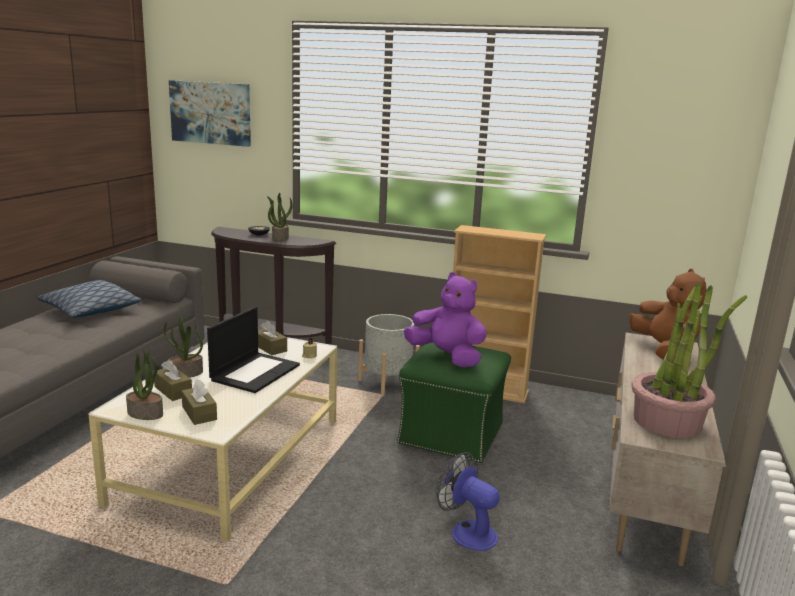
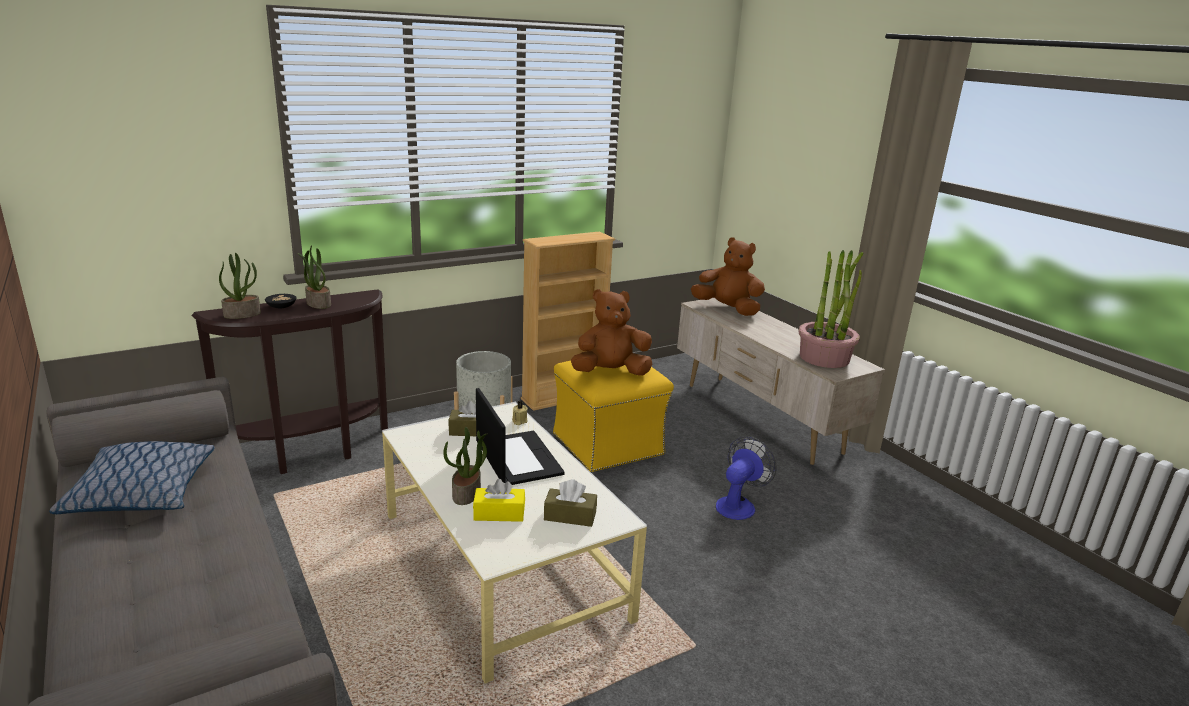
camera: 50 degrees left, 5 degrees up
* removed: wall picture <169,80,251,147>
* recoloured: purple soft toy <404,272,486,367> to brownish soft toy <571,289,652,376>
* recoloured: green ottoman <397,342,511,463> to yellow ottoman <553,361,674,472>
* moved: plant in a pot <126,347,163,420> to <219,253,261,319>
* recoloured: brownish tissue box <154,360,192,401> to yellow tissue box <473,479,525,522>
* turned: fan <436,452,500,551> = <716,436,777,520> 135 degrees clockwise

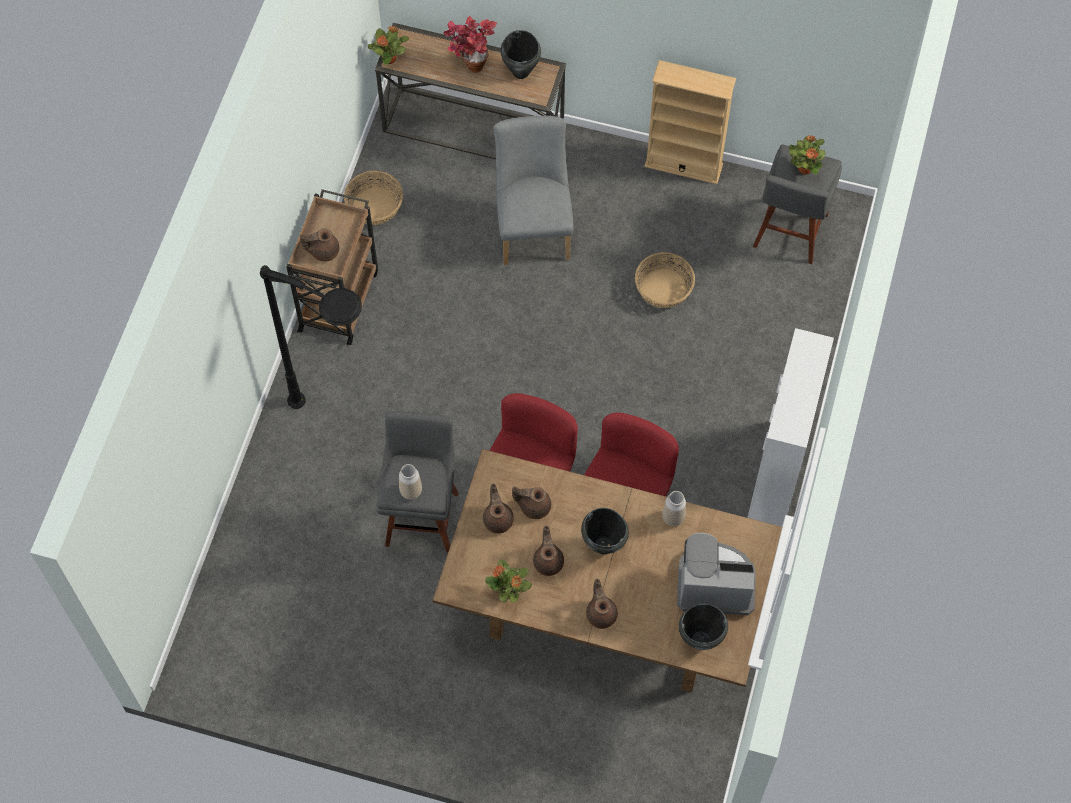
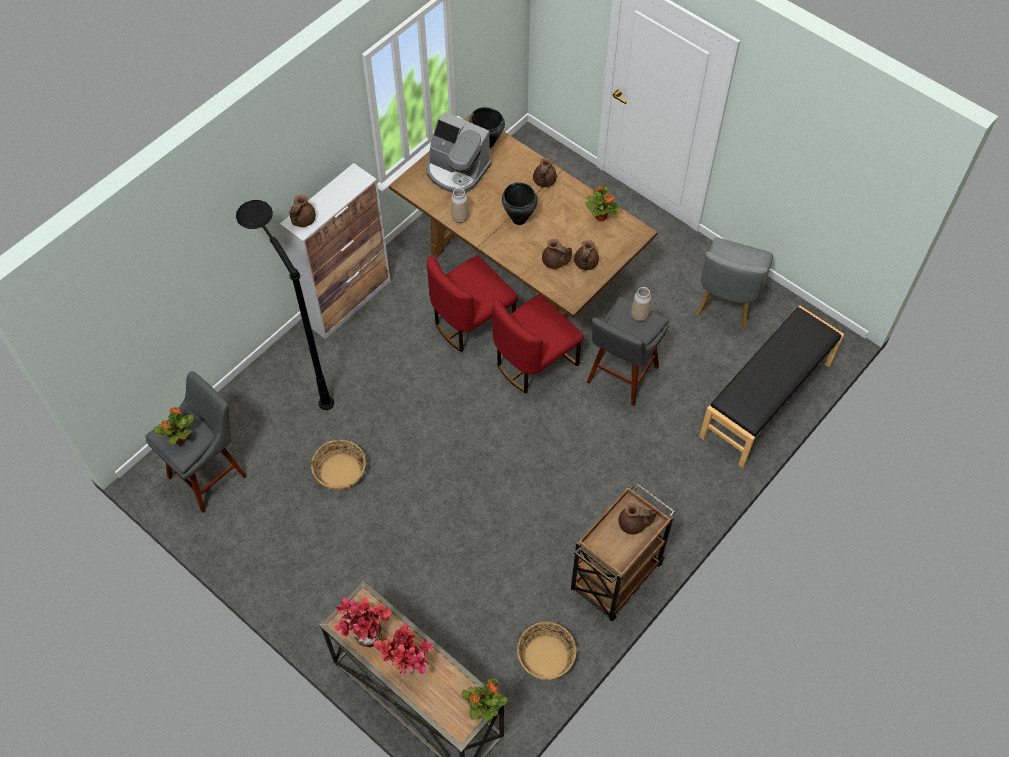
camera: 155 degrees left, 5 degrees down
* replaced: blackish stockpot <500,30,541,79> to plant in a pot <335,597,392,647>
* removed: beige-coloured shelving unit <645,60,736,184>
* moved: greyish upright chair <494,116,574,265> to <696,238,773,329>
* moved: blackish floor lamp <260,265,362,409> to <236,200,334,410>
* moved: brownish teapot <533,525,564,576> to <289,195,316,227>
* added: blackish long seat <699,305,844,468>

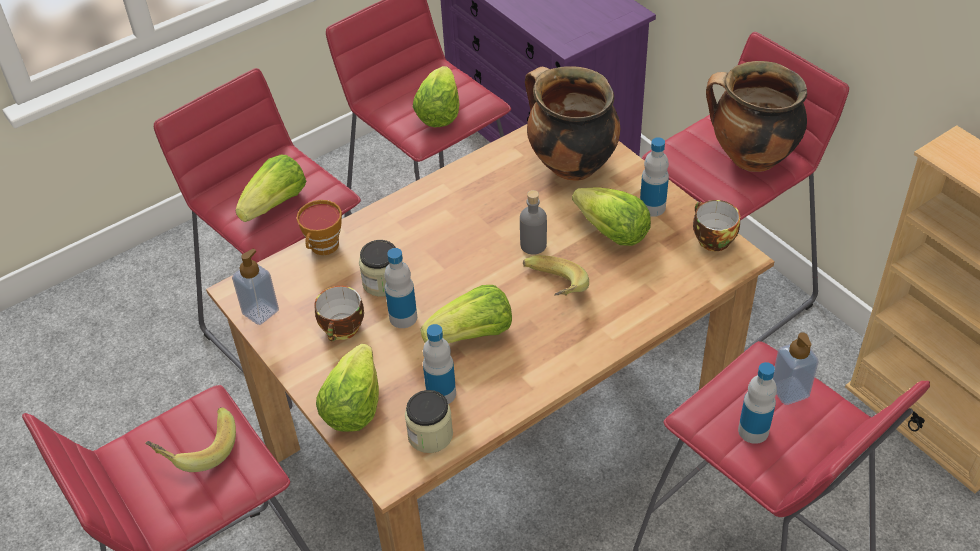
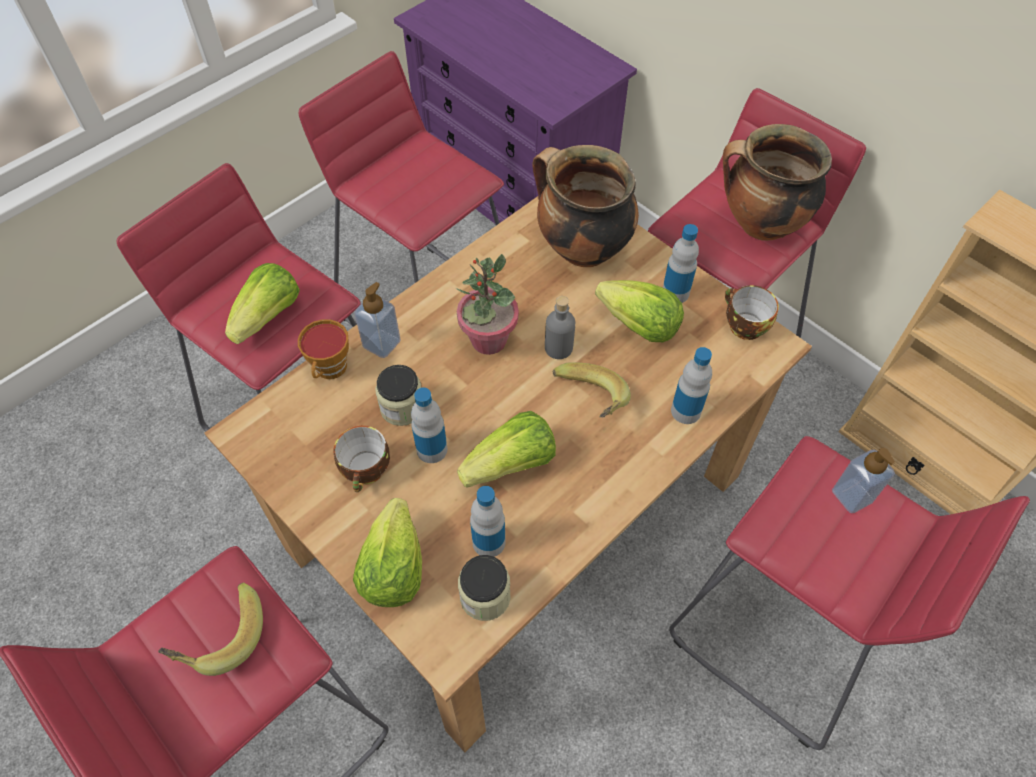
camera: 10 degrees left, 10 degrees up
* removed: lettuce <413,66,460,127>
* moved: liquid soap bottle <232,249,279,325> to <354,282,401,358>
* moved: bottle <738,362,777,444> to <671,347,712,424>
* added: plant in a pot <456,254,519,355>

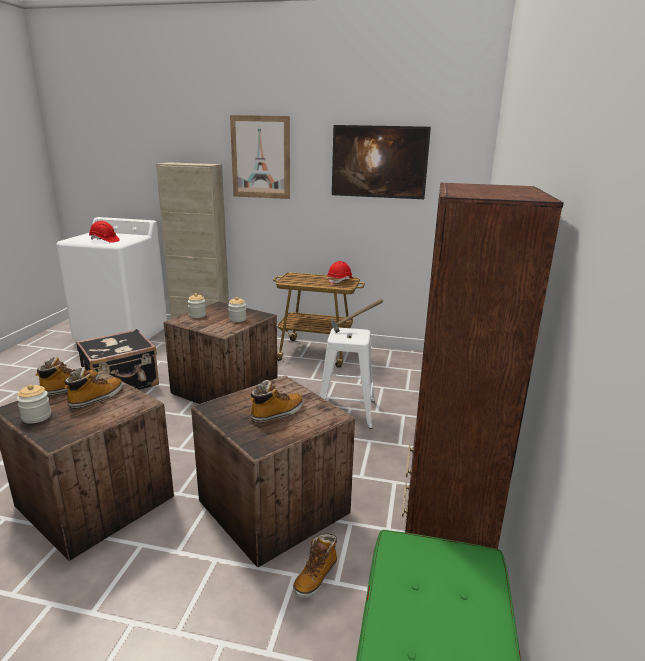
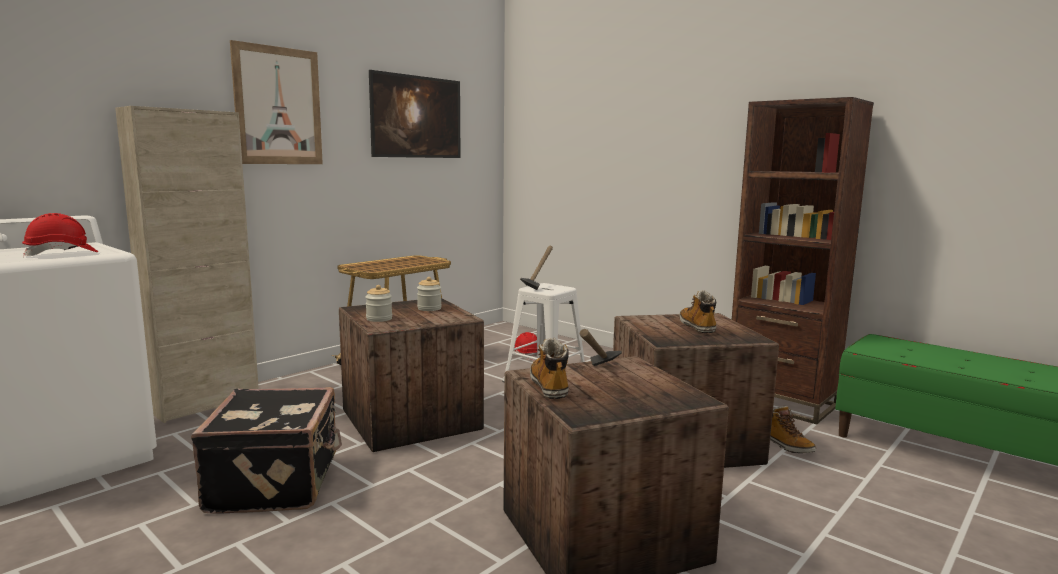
camera: 60 degrees left, 10 degrees down
* moved: red safety helmet <327,261,354,284> to <514,332,537,361>
* replaced: boot <64,367,123,409> to hand hammer <580,329,622,366>
* removed: jar <17,384,51,424>

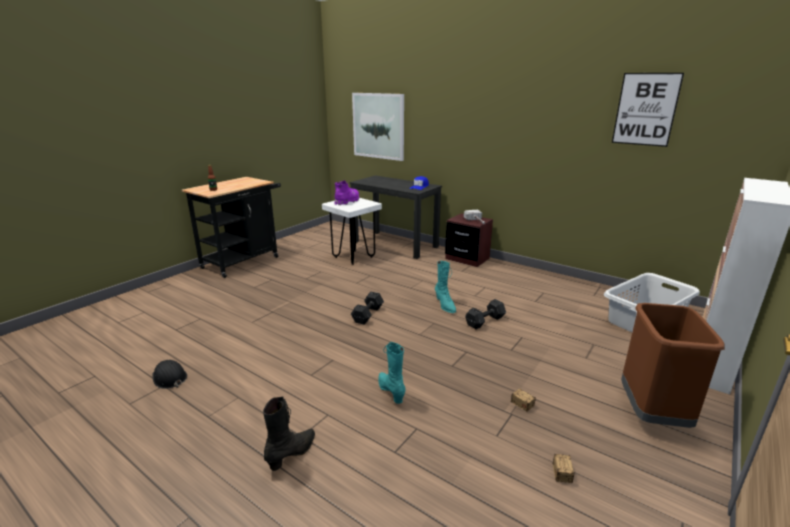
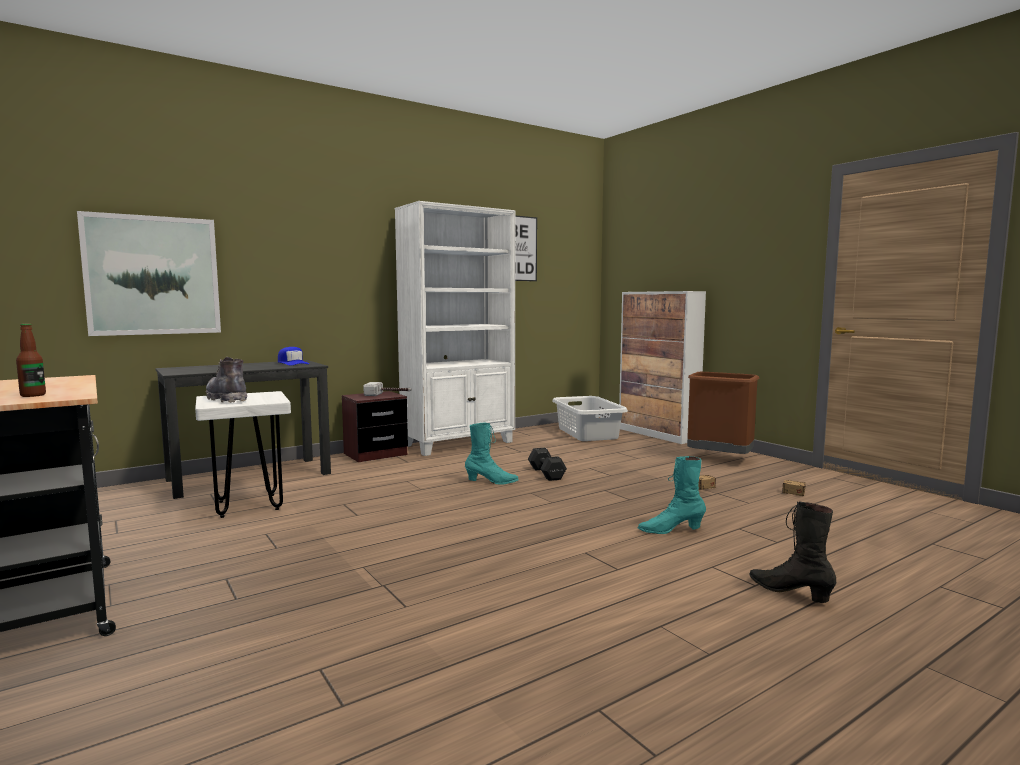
camera: 70 degrees left, 15 degrees down
* recoloured: purple boot <334,180,359,205> to greyish boot <206,357,247,403>
* removed: blackish free weight <351,292,384,325>
* removed: blackish safety helmet <152,360,187,389>
* added: white-coloured shelving unit <395,201,515,456>

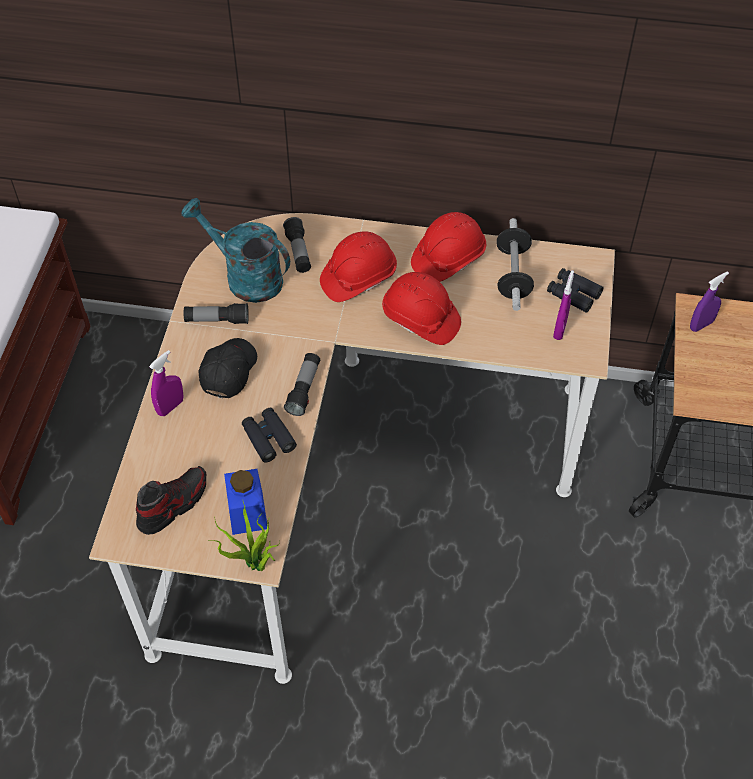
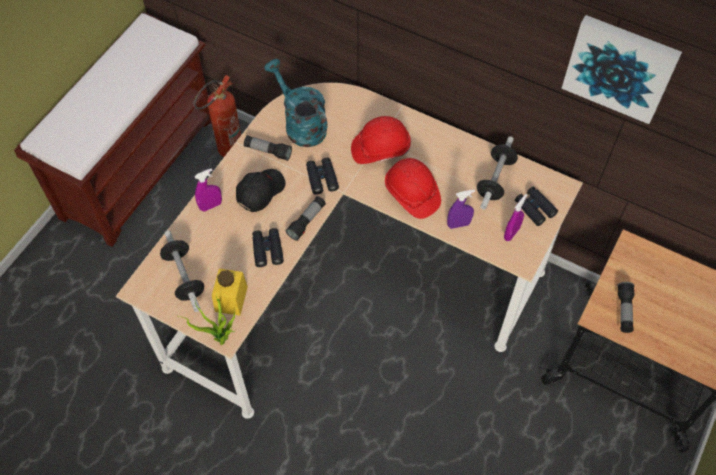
camera: 20 degrees right, 5 degrees up
* removed: red safety helmet <411,212,486,282>
* moved: torch <283,217,311,273> to <617,282,635,333>
* moved: purple hand sprayer <690,271,729,332> to <447,189,475,229>
* replaced: item of footwear <136,466,206,535> to free weight <160,230,204,312>
* recoloured: bluish jar <224,469,267,535> to yellow jar <212,269,248,316>
* added: wall picture <561,15,682,124>
* added: extinguisher <193,75,241,157>
* added: blackish field glasses <306,158,339,195>

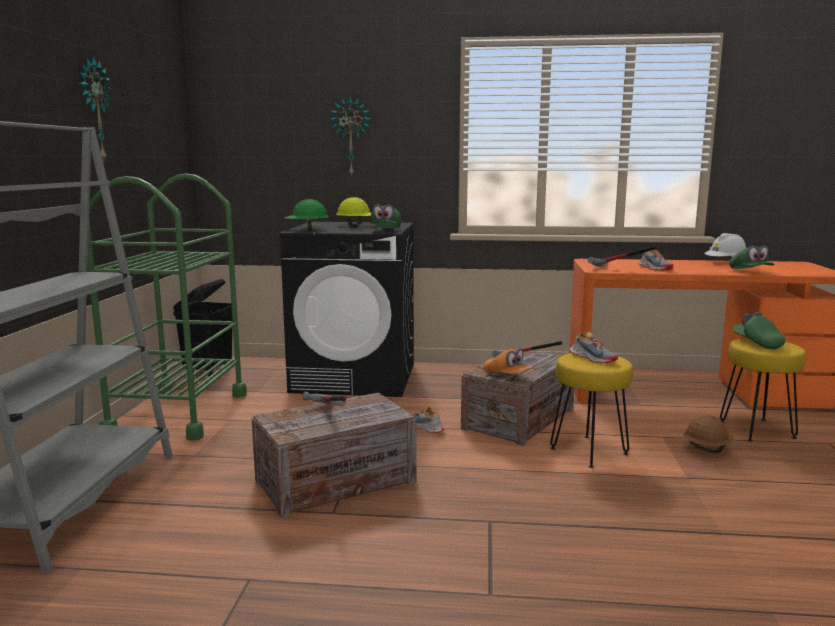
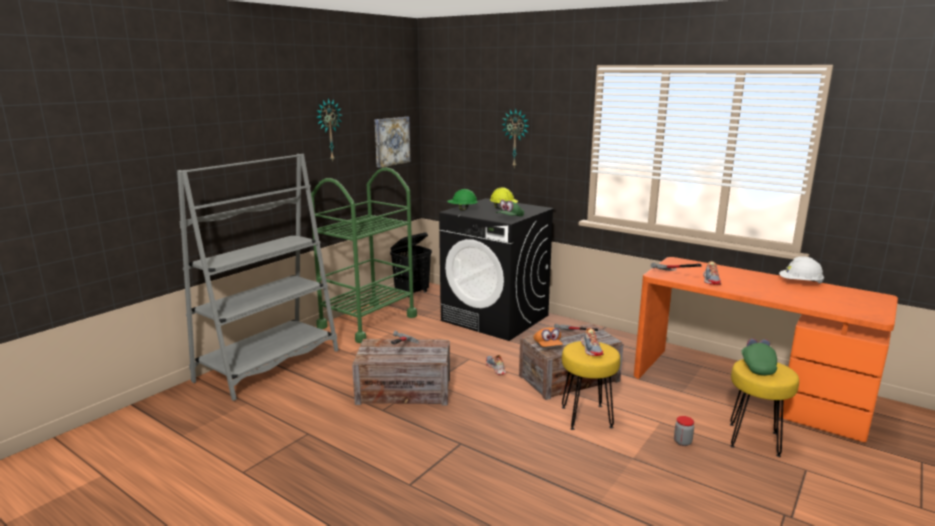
camera: 30 degrees right, 5 degrees up
* removed: green baseball cap <729,246,774,269>
* replaced: brownish safety helmet <684,415,734,453> to jar <674,416,694,446>
* added: wall picture <375,117,411,168>

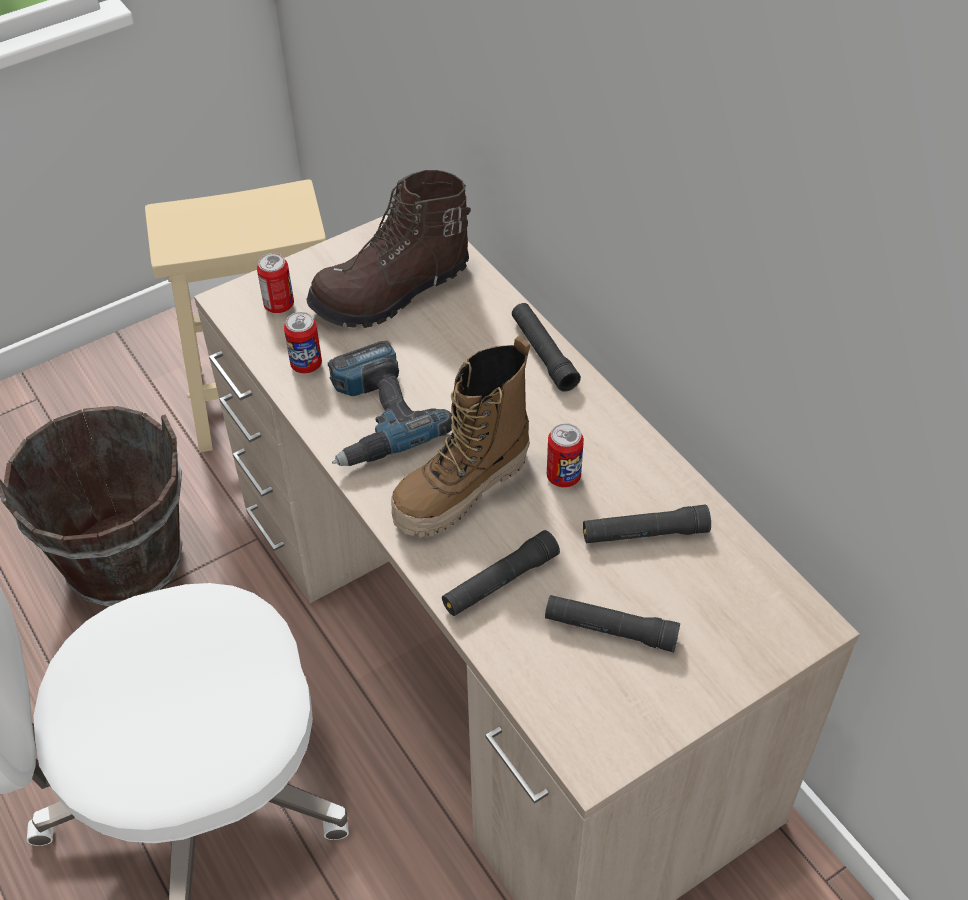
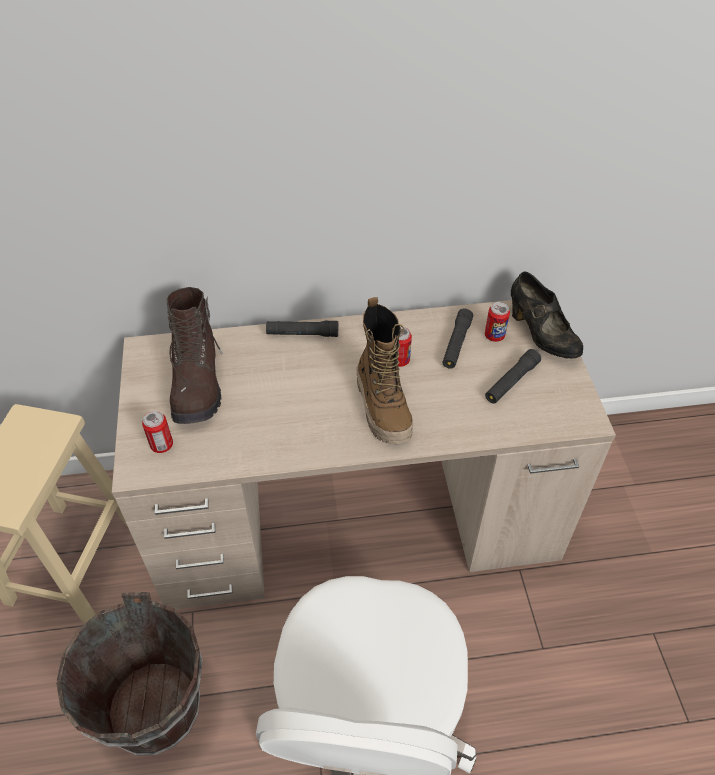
camera: 65 degrees left, 0 degrees up
* moved: can <284,312,322,374> to <485,302,510,342>
* removed: drill <327,340,452,466>
* removed: blackish torch <442,530,560,616>
* added: blackish item of footwear <511,272,583,359>

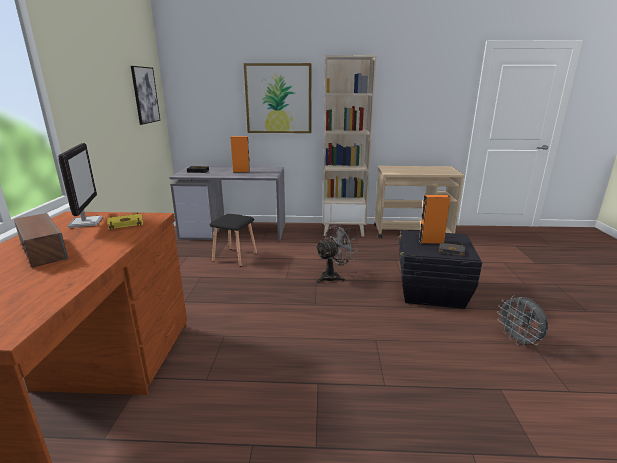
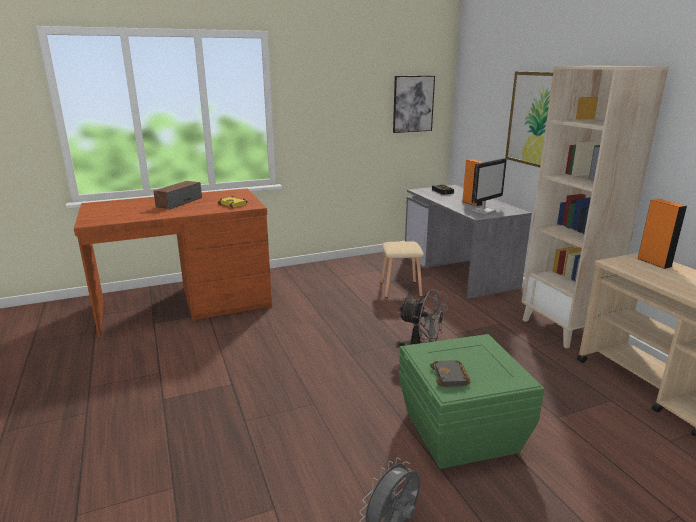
camera: 65 degrees right, 0 degrees up
* moved: computer display <58,143,103,228> to <472,158,507,214>
* moved: orange speaker <419,195,450,244> to <638,199,687,269>
* recoloured: blackish stool <210,214,257,267> to beige-coloured stool <381,241,424,298>
* recoloured: blackish storage bin <398,230,482,309> to green storage bin <399,334,545,469>

